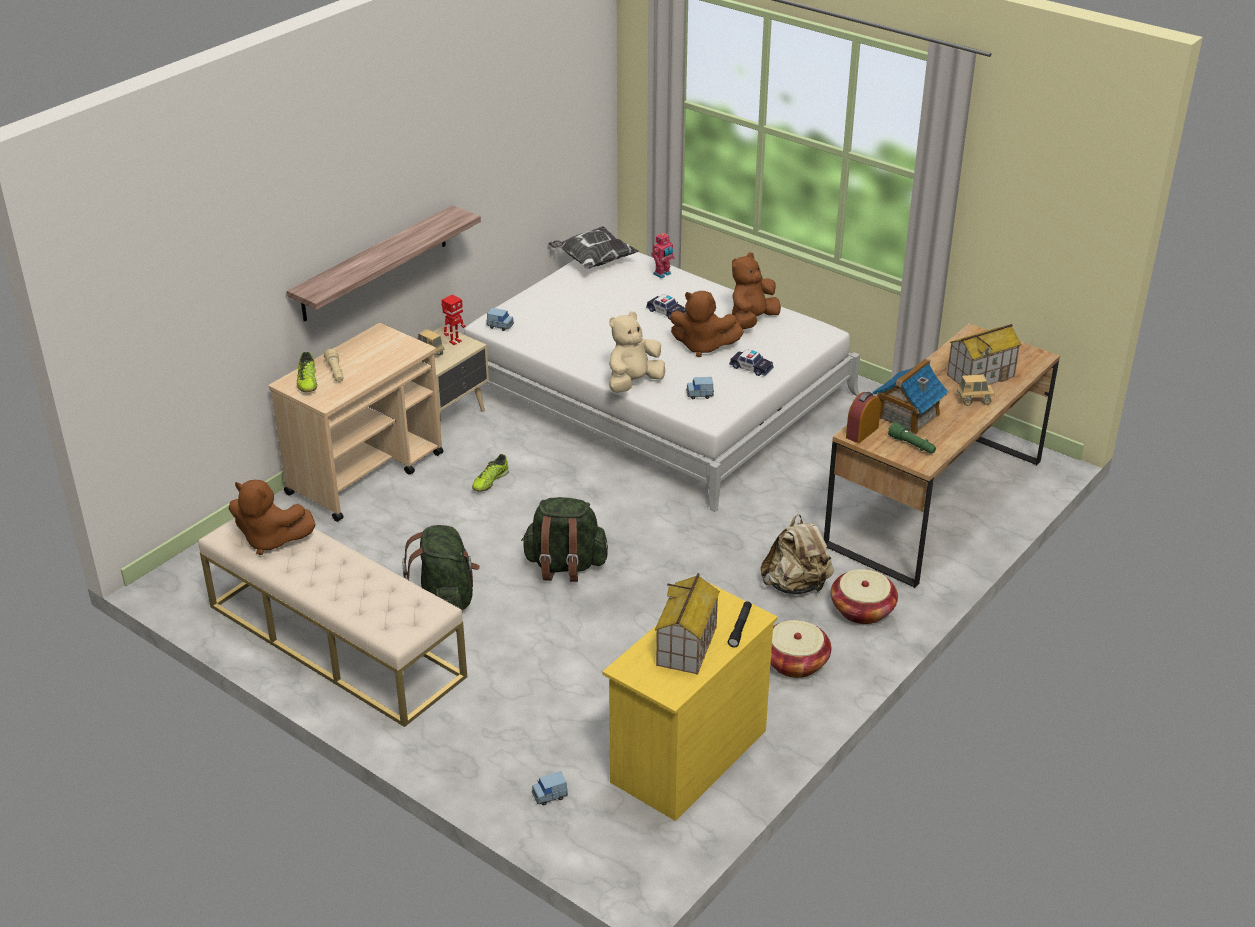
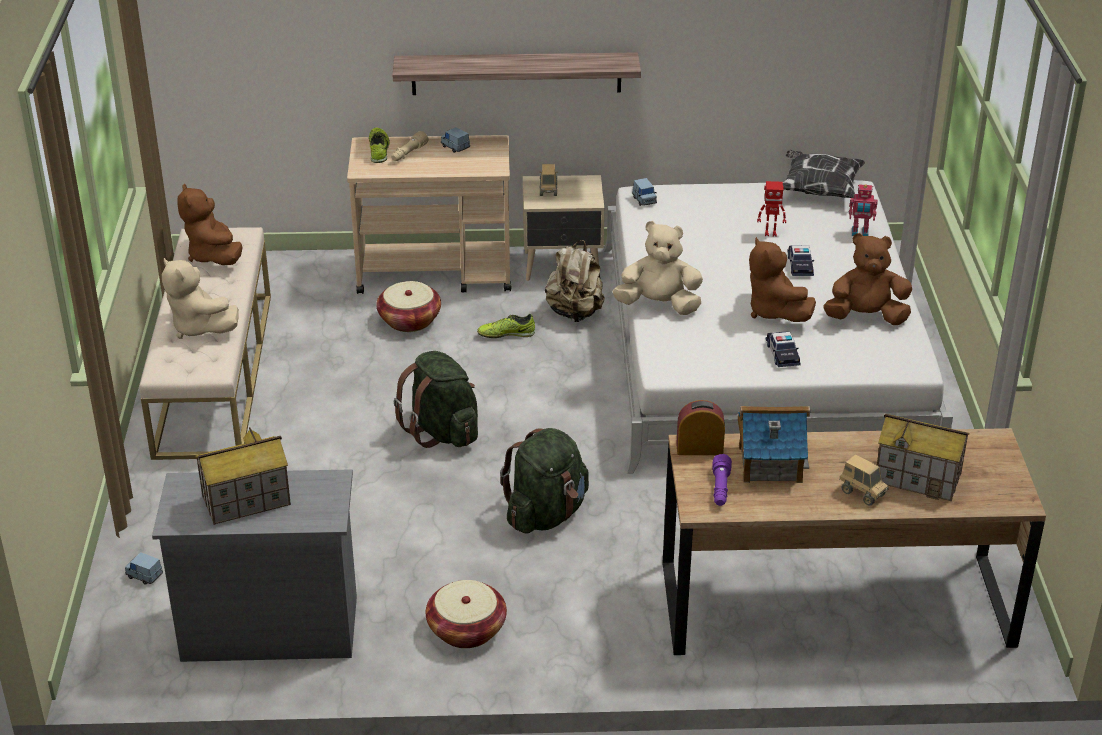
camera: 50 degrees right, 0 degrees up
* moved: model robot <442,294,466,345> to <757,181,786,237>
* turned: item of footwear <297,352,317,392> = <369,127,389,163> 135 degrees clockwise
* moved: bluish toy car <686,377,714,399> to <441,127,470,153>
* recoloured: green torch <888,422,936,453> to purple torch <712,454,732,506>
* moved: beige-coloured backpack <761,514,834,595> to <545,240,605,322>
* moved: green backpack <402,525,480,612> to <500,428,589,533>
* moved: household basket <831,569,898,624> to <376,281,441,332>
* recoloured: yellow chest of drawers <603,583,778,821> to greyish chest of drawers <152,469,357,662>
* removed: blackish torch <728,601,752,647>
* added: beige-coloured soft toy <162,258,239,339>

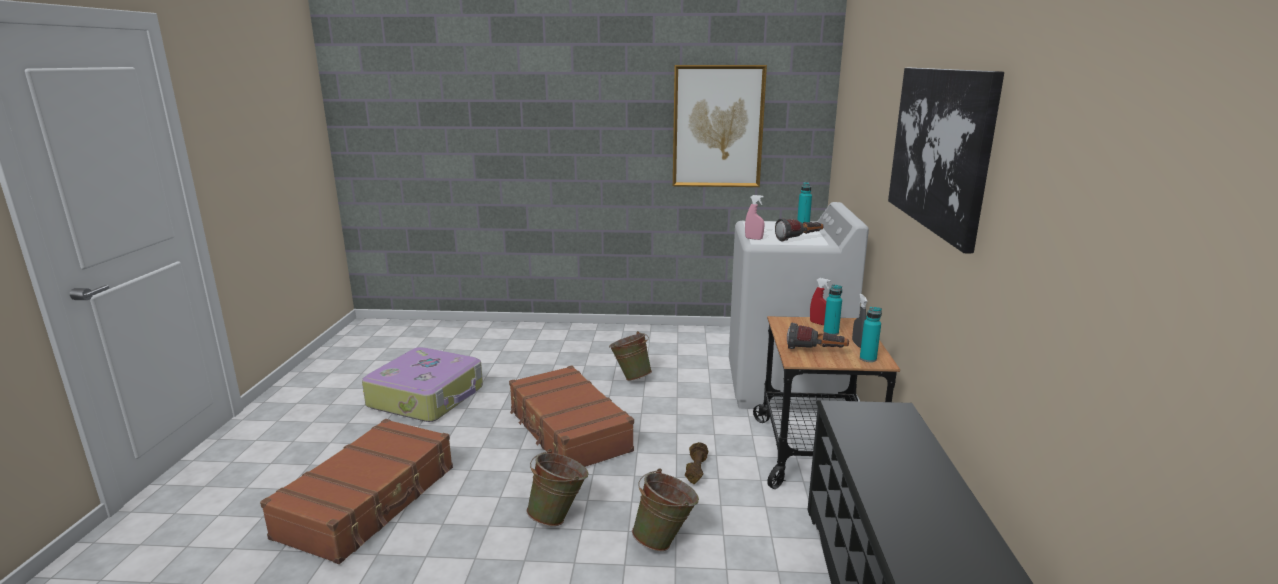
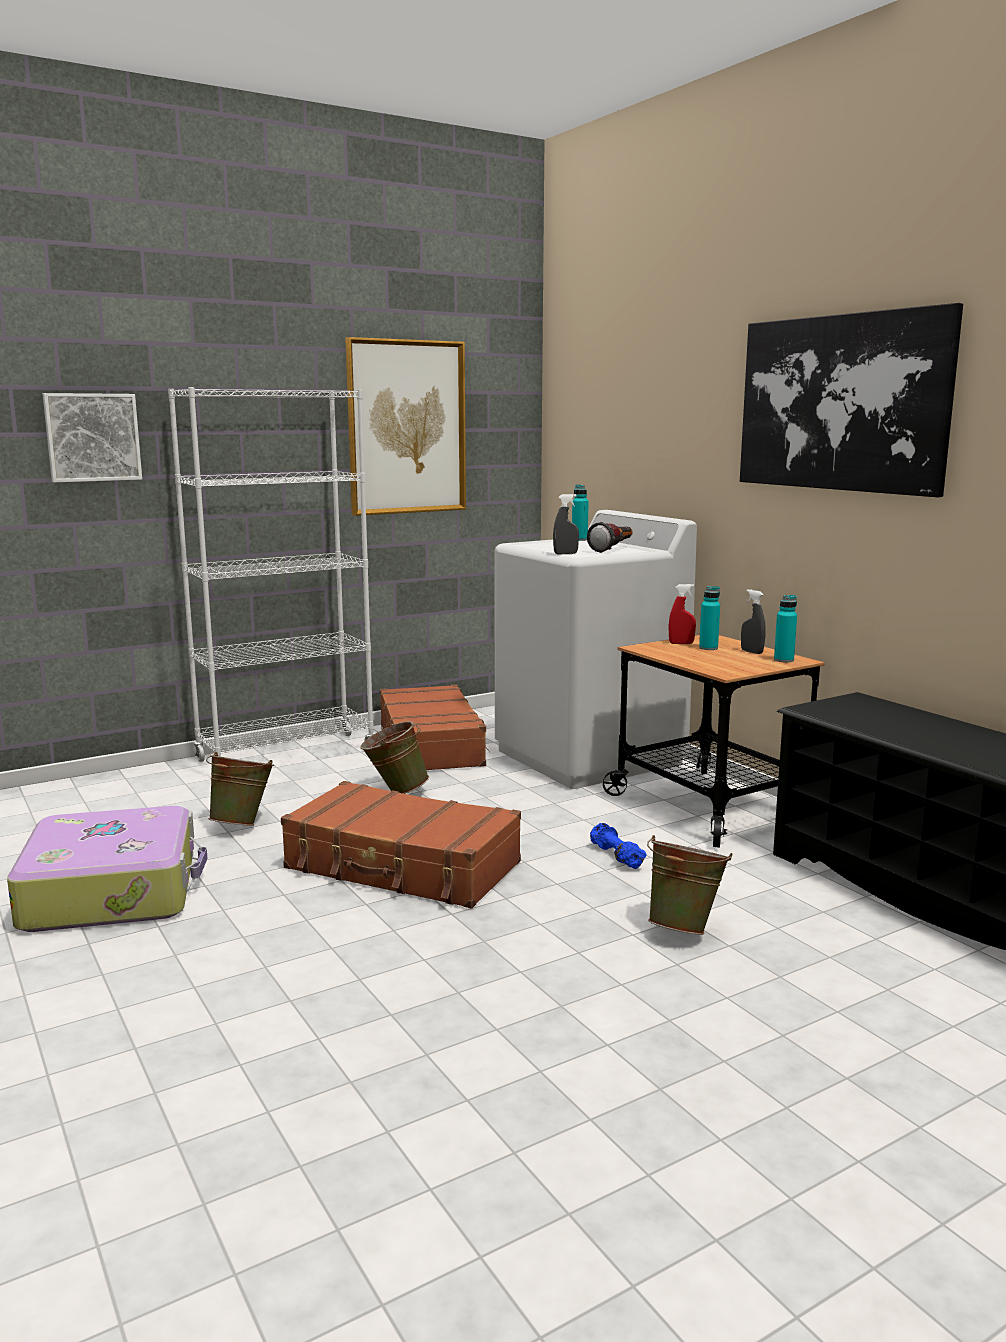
camera: 35 degrees left, 5 degrees down
* recoloured: pink hand sprayer <745,195,765,240> to greyish hand sprayer <553,494,579,554>
* removed: torch <787,323,849,349>
* moved: brownish suitcase <260,419,453,564> to <380,684,490,770>
* recoloured: brownish free weight <685,442,708,484> to bluish free weight <590,823,646,869>
* moved: green bucket <526,449,589,526> to <206,752,274,826>
* added: white-coloured shelving unit <168,387,374,766>
* added: wall picture <43,393,142,482>

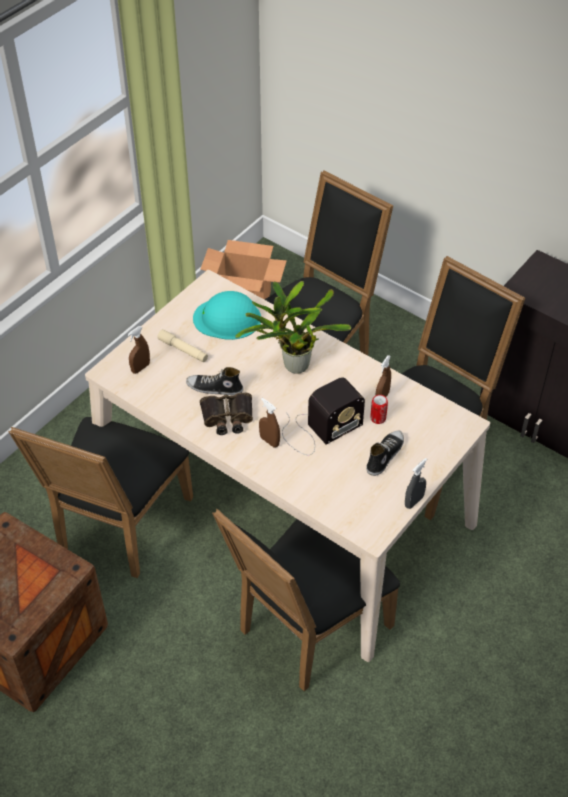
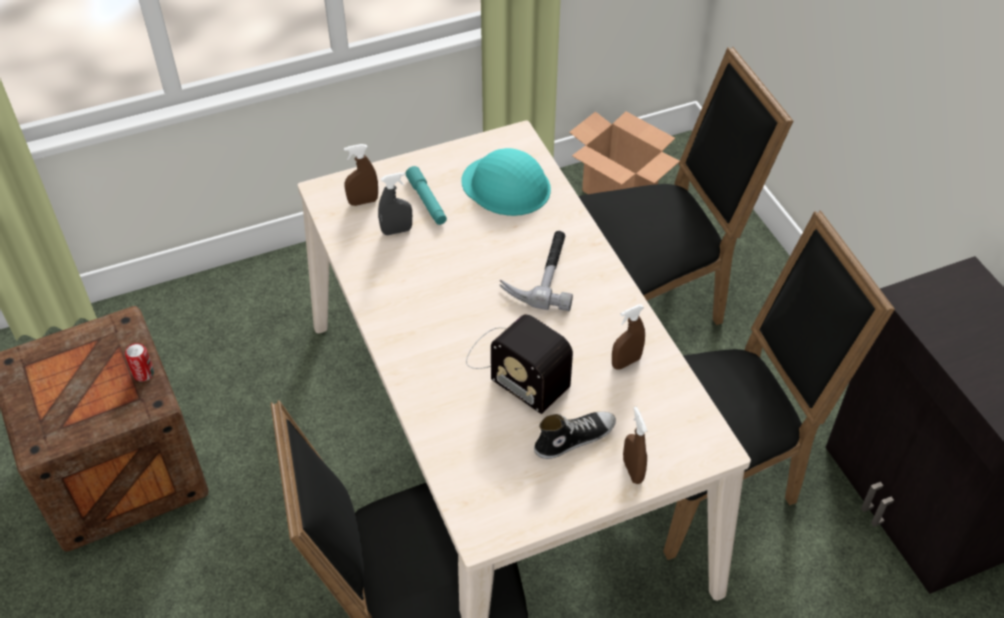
camera: 30 degrees right, 0 degrees up
* replaced: plant in a pot <235,281,351,374> to hand hammer <500,231,573,311>
* recoloured: beige-coloured torch <157,329,208,362> to blue-green torch <406,166,447,225>
* removed: item of footwear <186,367,243,395>
* turned: radio <282,377,365,455> = <466,314,573,414> 45 degrees clockwise
* removed: field glasses <200,393,253,435>
* moved: can <370,395,388,424> to <125,343,154,382>
* moved: brownish hand sprayer <259,398,280,448> to <623,407,647,484>
* removed: blackish upright chair <8,417,193,578>
* moved: greyish hand sprayer <405,458,427,509> to <378,172,412,235>

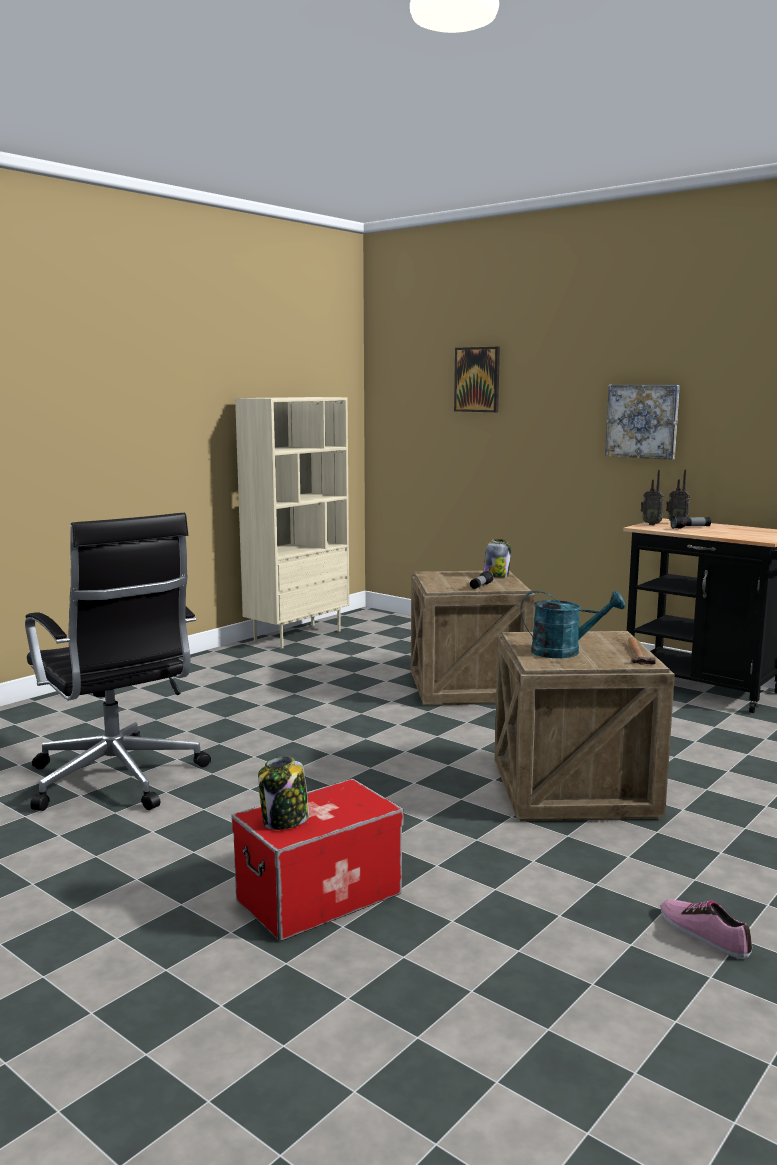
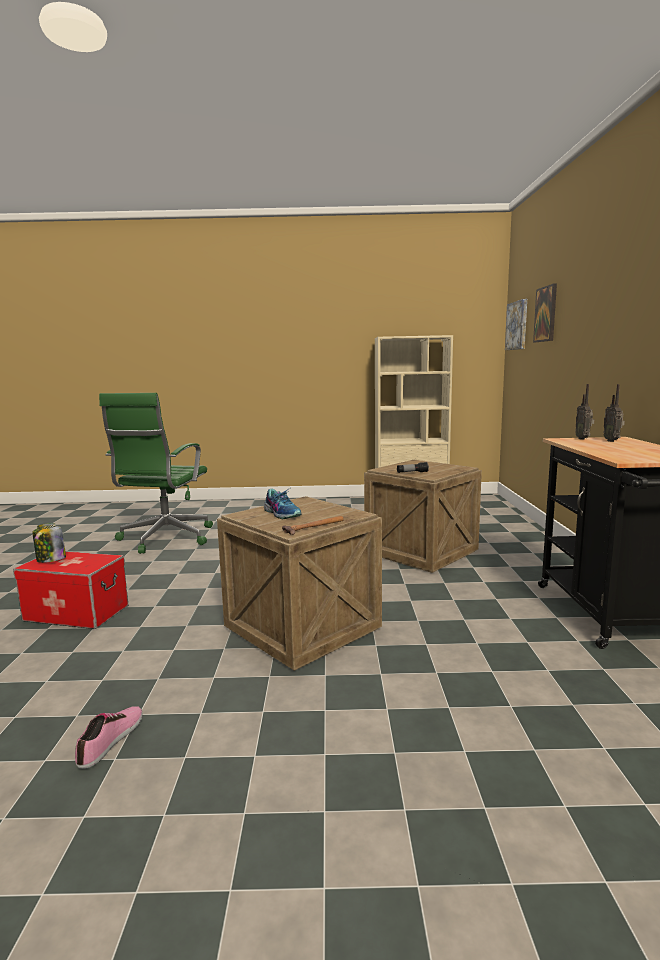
camera: 50 degrees right, 0 degrees up
* moved: wall picture <605,385,680,460> to <505,299,527,350>
* recoloured: blackish desk chair <25,513,211,811> to green desk chair <99,393,213,554>
* removed: torch <670,516,711,529>
* removed: jar <484,539,511,577>
* replaced: blue-green sprinkling can <520,591,626,658> to item of footwear <264,489,302,519>

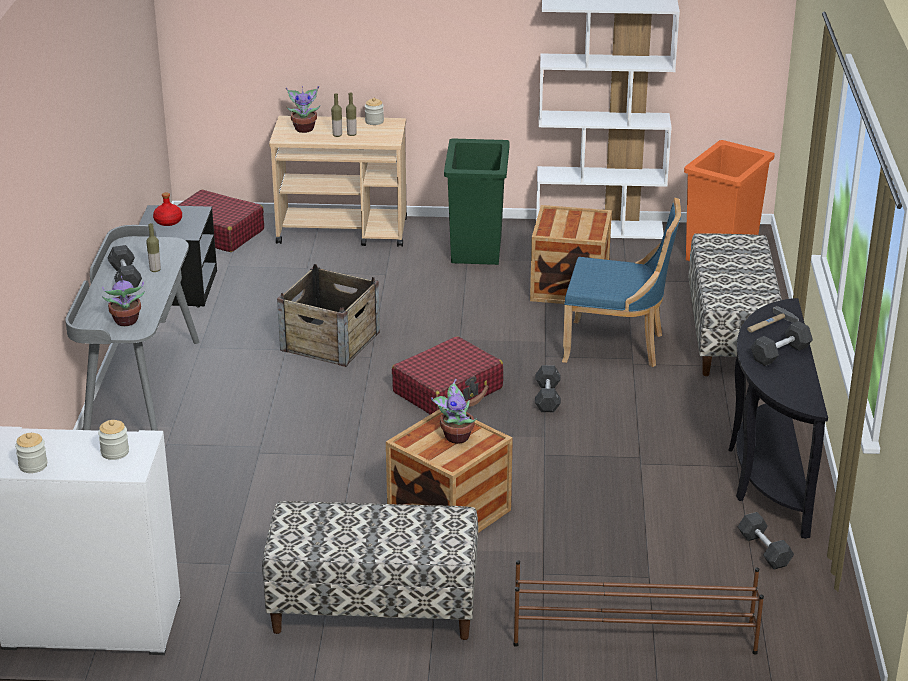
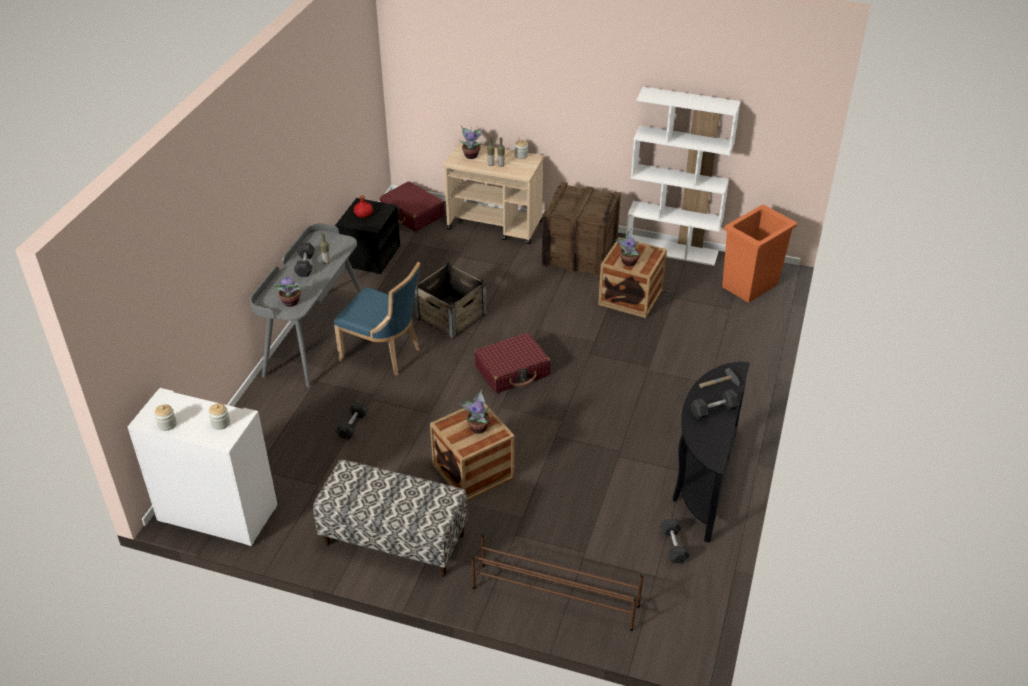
camera: 15 degrees right, 10 degrees up
* replaced: green trash can <444,139,510,265> to crate <542,182,621,278>
* moved: bluish upright chair <562,198,681,367> to <334,262,421,376>
* removed: long seat <688,233,782,376>
* moved: greyish free weight <535,365,561,412> to <336,401,368,440>
* added: plant in a pot <616,229,641,266>

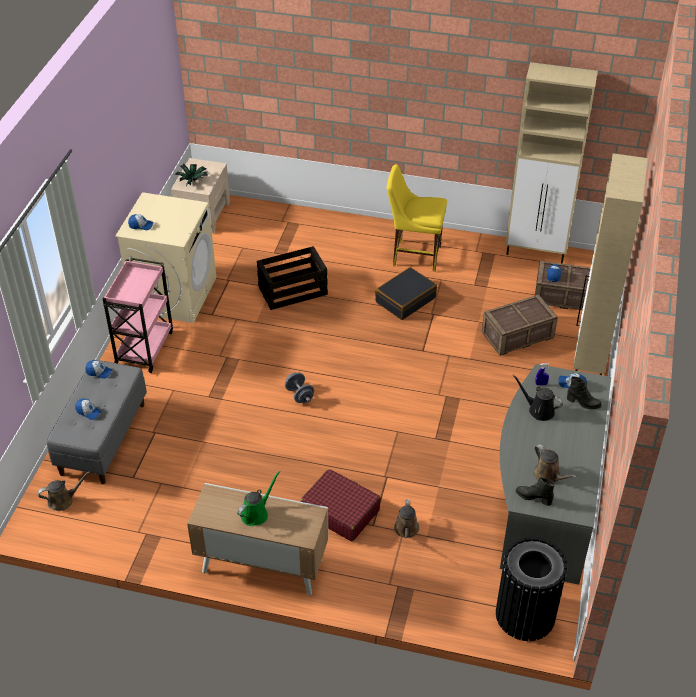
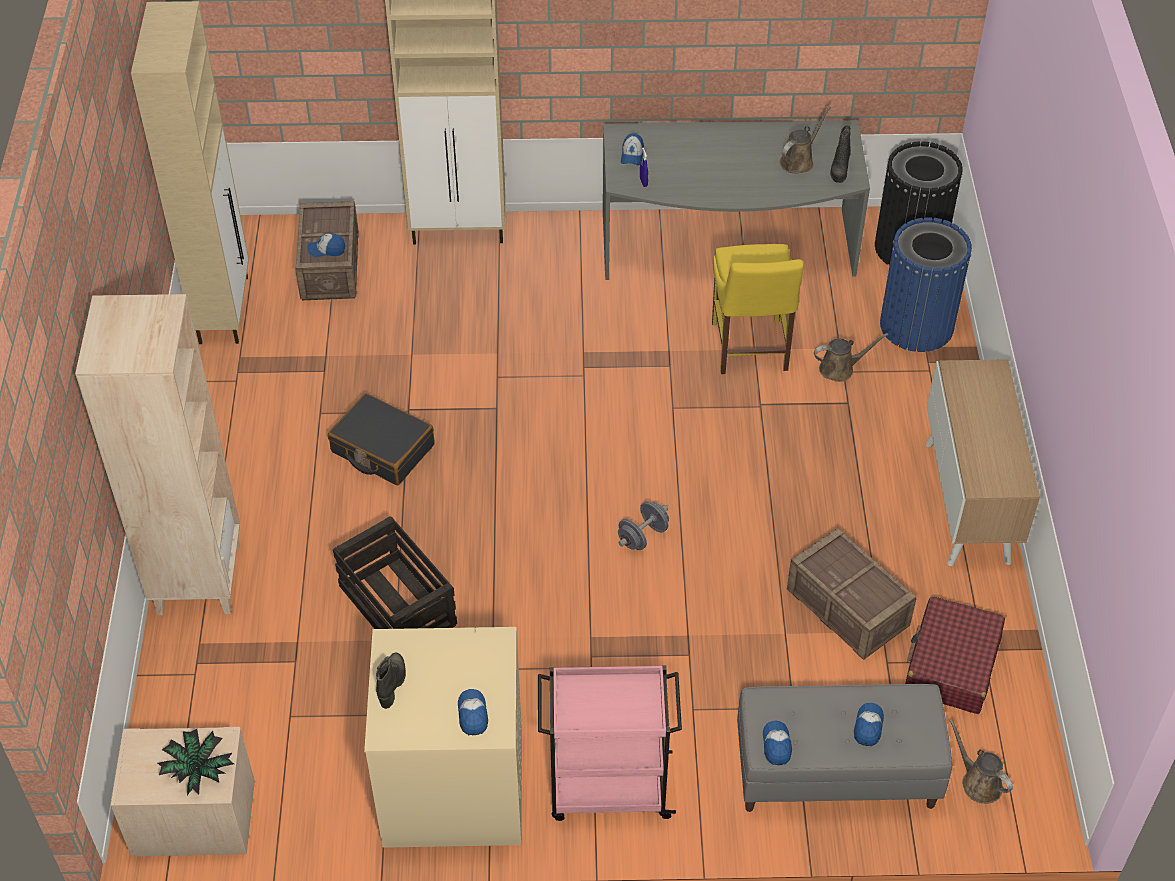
camera: 105 degrees left, 5 degrees up
* moved: yellow upright chair <387,164,447,272> to <712,244,804,374>
* moved: crate <482,294,558,356> to <787,528,917,660>
* removed: blackish sprinkling can <513,375,563,421>
* moved: blackish boot <567,377,602,409> to <376,653,406,709>
* moved: red suitcase <300,469,381,541> to <905,596,1005,714>
* removed: green sprinkling can <237,471,280,526>
* added: bluish trash can <880,217,972,352>
* added: beige-coloured shelving unit <75,294,240,615>

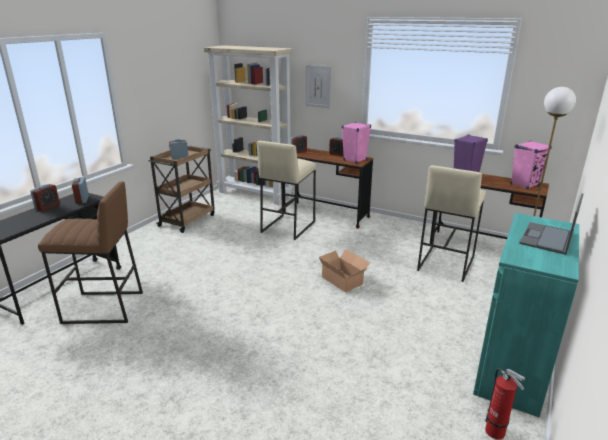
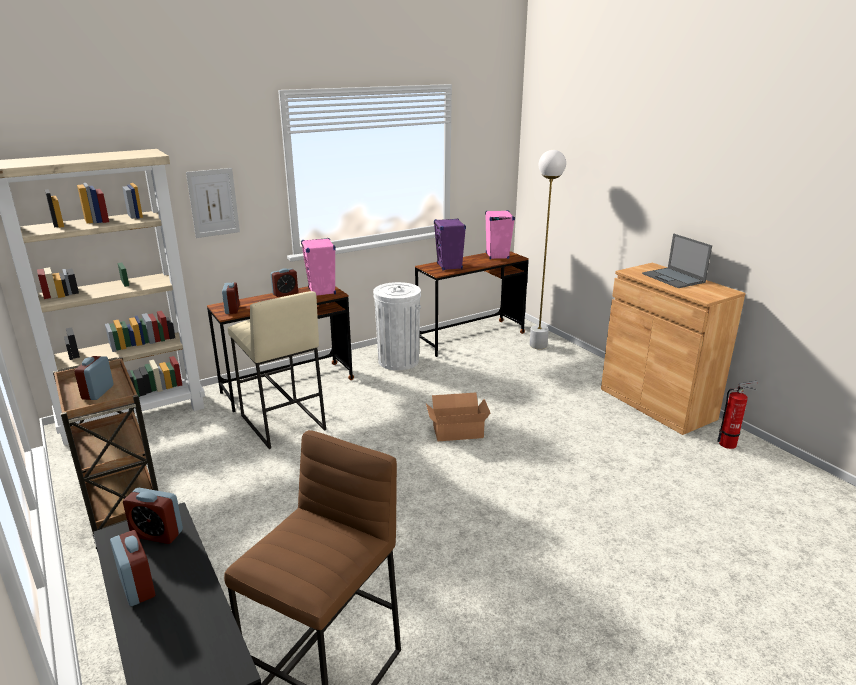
camera: 60 degrees left, 0 degrees up
* removed: beige-coloured stool <417,166,486,282>
* recoloured: blue-green cupboard <473,213,579,418> to brownish cupboard <601,263,746,435>
* added: white-coloured trash can <373,282,421,370>

